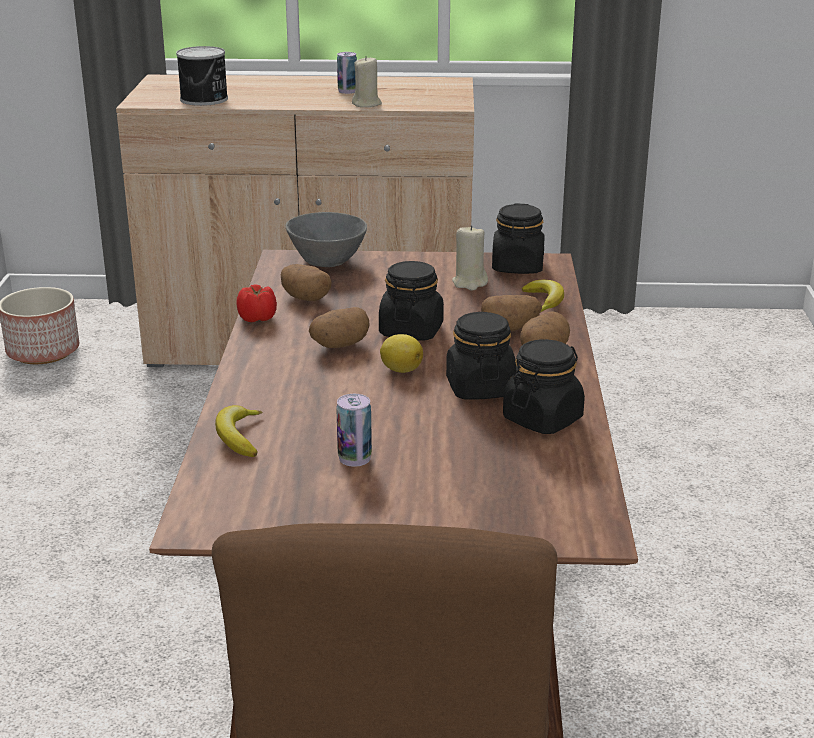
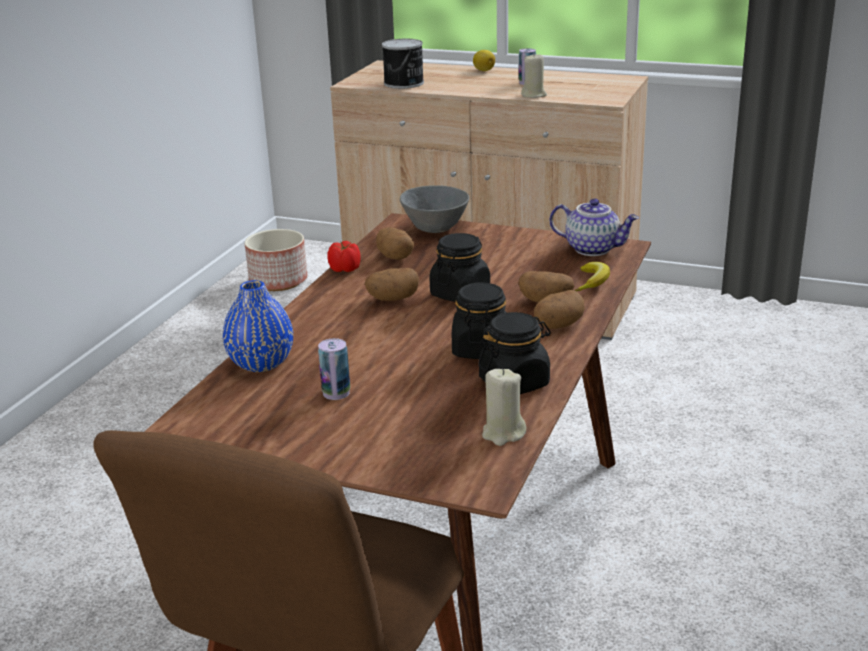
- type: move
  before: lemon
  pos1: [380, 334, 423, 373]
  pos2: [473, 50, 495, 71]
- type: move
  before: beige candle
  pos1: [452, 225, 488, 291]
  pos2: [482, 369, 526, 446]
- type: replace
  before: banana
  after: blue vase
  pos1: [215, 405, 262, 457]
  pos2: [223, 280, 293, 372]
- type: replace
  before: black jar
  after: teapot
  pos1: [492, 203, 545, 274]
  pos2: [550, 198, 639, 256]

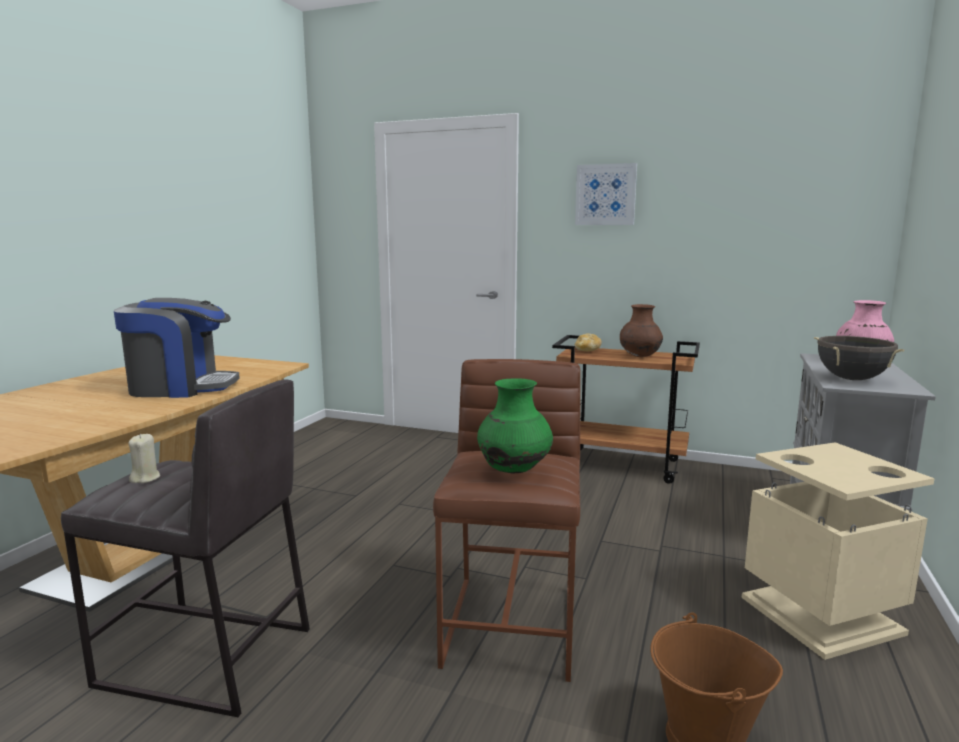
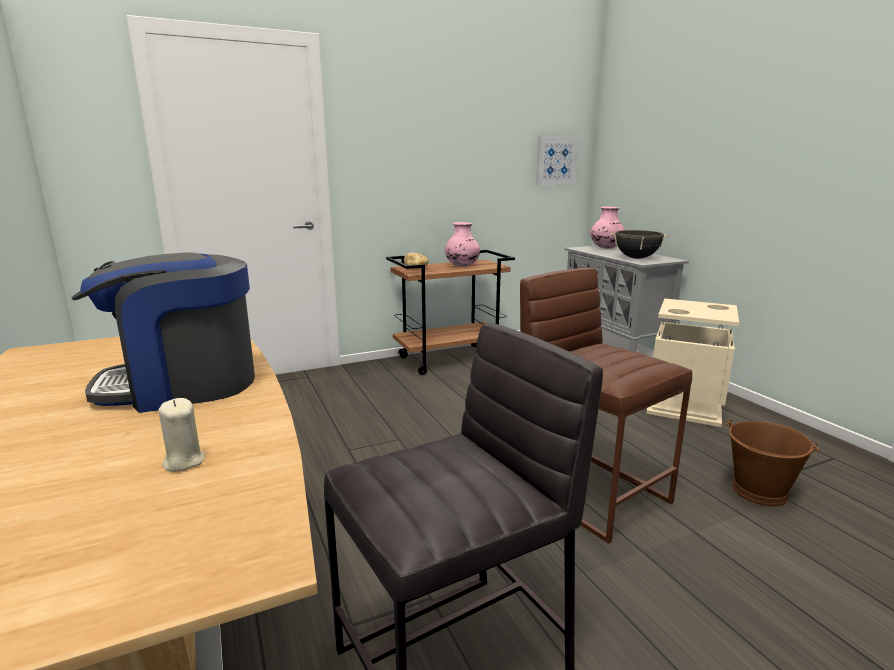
- type: delete
  before: green vase
  pos1: [477, 378, 553, 473]
- type: move
  before: beige candle
  pos1: [128, 434, 160, 483]
  pos2: [158, 398, 204, 472]
- type: move
  before: picture
  pos1: [575, 163, 637, 225]
  pos2: [536, 136, 579, 185]
- type: recolor
  before: brown vase
  after: pink vase
  pos1: [620, 304, 663, 357]
  pos2: [445, 222, 480, 267]
- type: rotate
  before: coffee machine
  pos1: [114, 298, 240, 398]
  pos2: [71, 252, 255, 413]
  turn: -150

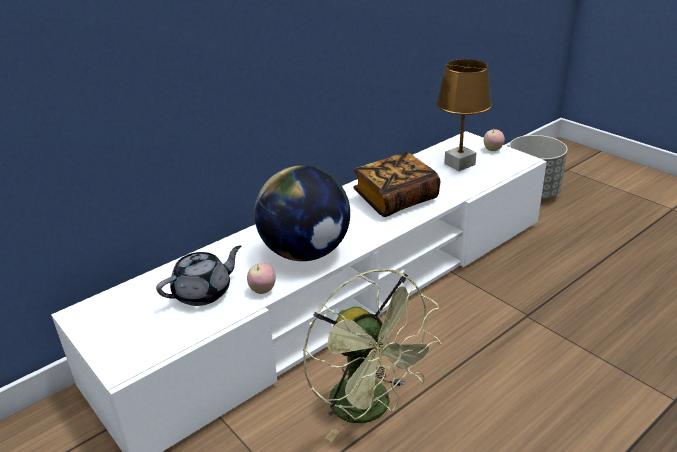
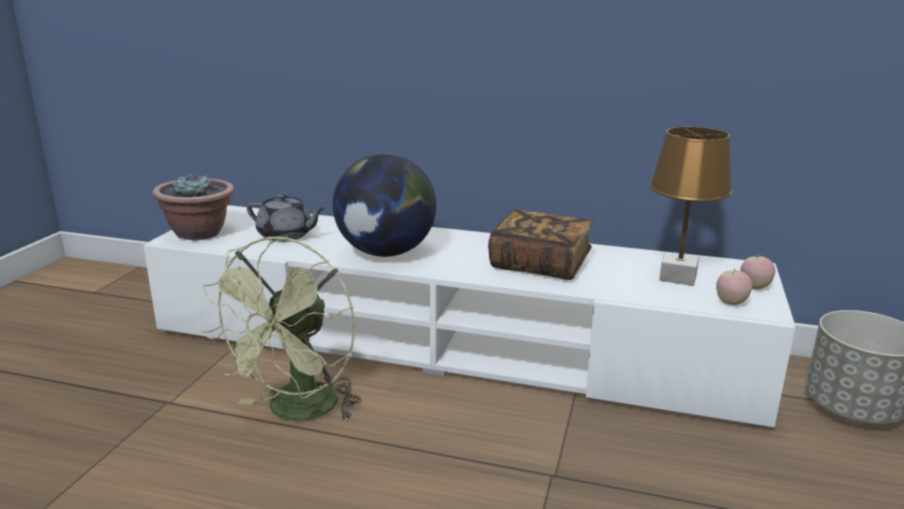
- type: insert
  after: potted plant
  pos2: [152, 172, 234, 241]
- type: move
  before: apple
  pos1: [247, 263, 276, 294]
  pos2: [716, 268, 753, 305]

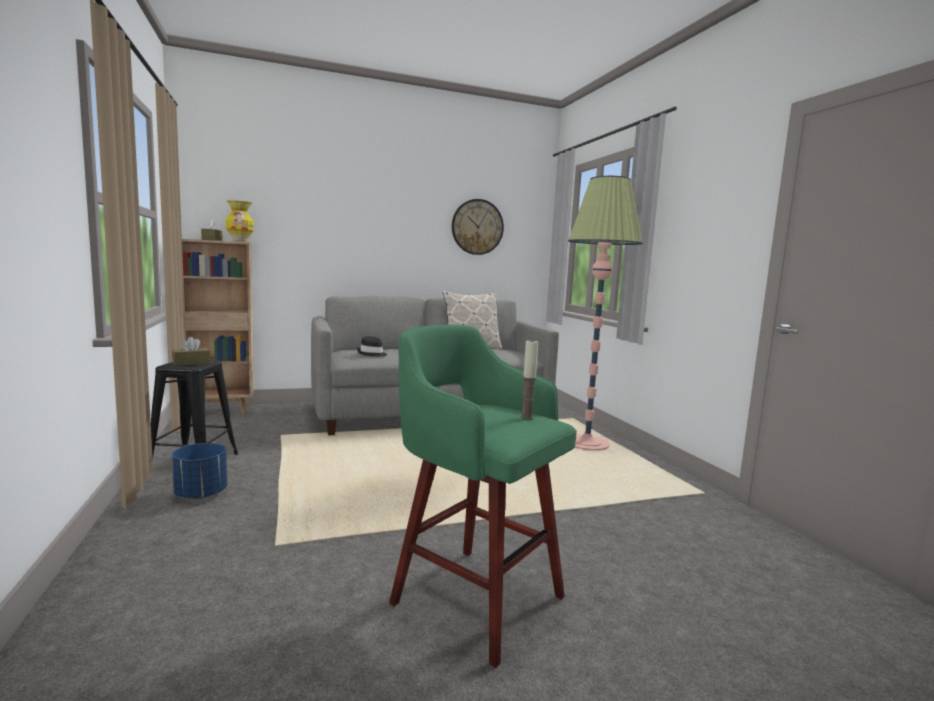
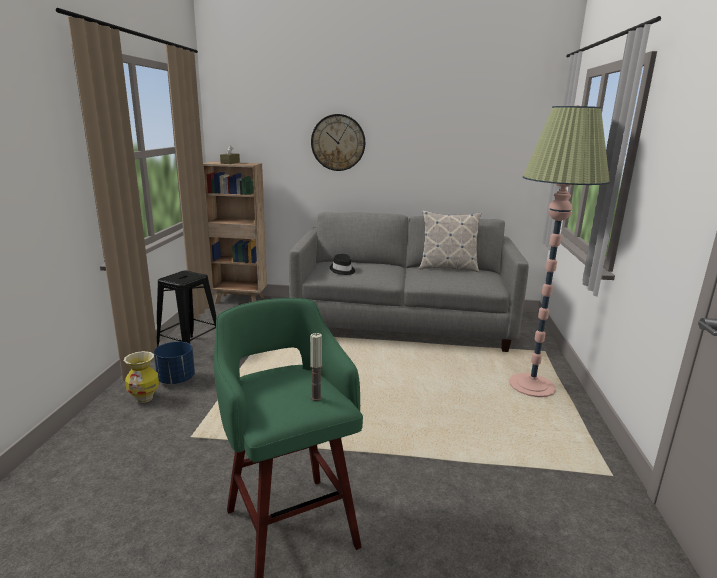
- type: delete
  before: brown tissue box
  pos1: [172, 337, 210, 366]
- type: move
  before: vase
  pos1: [226, 200, 254, 242]
  pos2: [124, 351, 159, 403]
- type: move
  before: wall clock
  pos1: [452, 199, 504, 255]
  pos2: [311, 114, 365, 171]

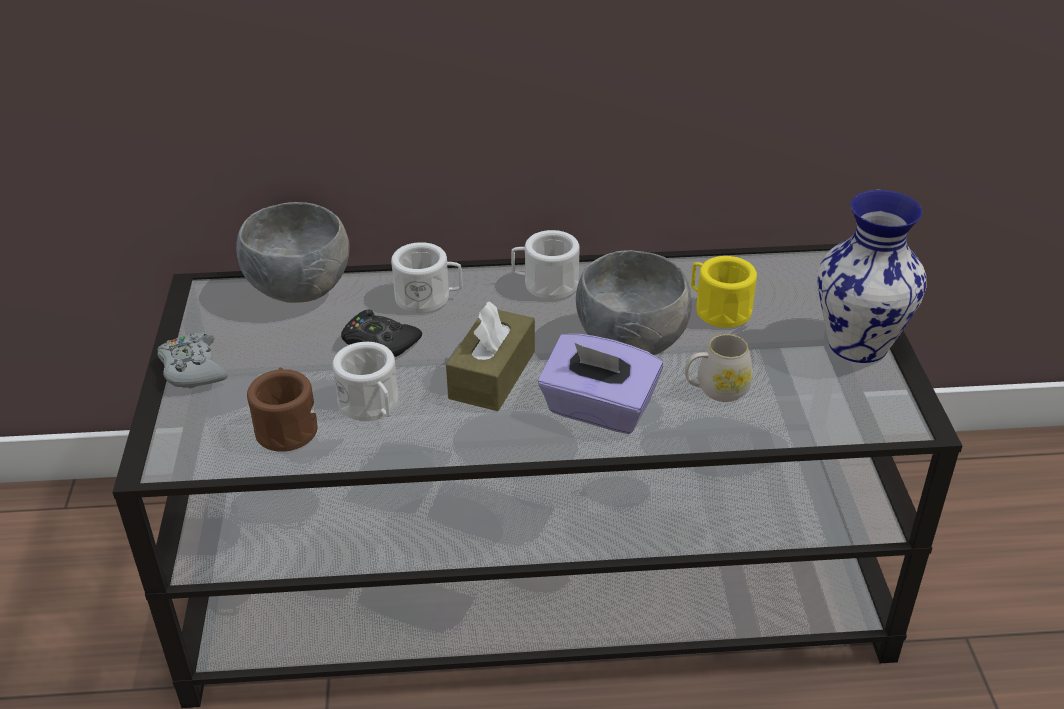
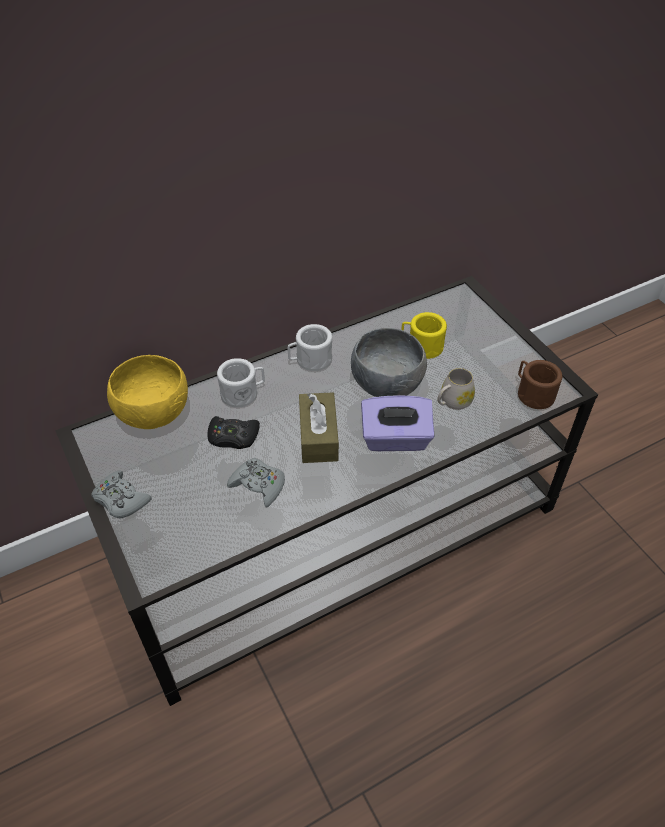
- type: delete
  before: vase
  pos1: [817, 190, 927, 363]
- type: move
  before: brown mug
  pos1: [247, 367, 318, 452]
  pos2: [518, 360, 562, 409]
- type: replace
  before: white mug
  after: grey game controller
  pos1: [332, 342, 398, 421]
  pos2: [227, 458, 285, 508]
- type: recolor
  before: grey bowl
  after: yellow bowl
  pos1: [236, 202, 350, 303]
  pos2: [107, 355, 188, 429]

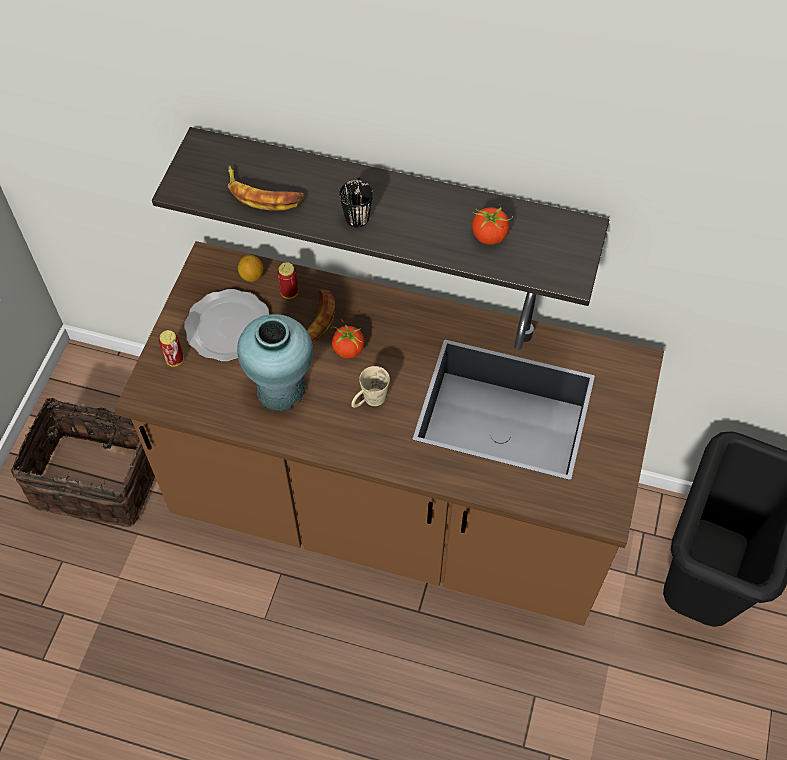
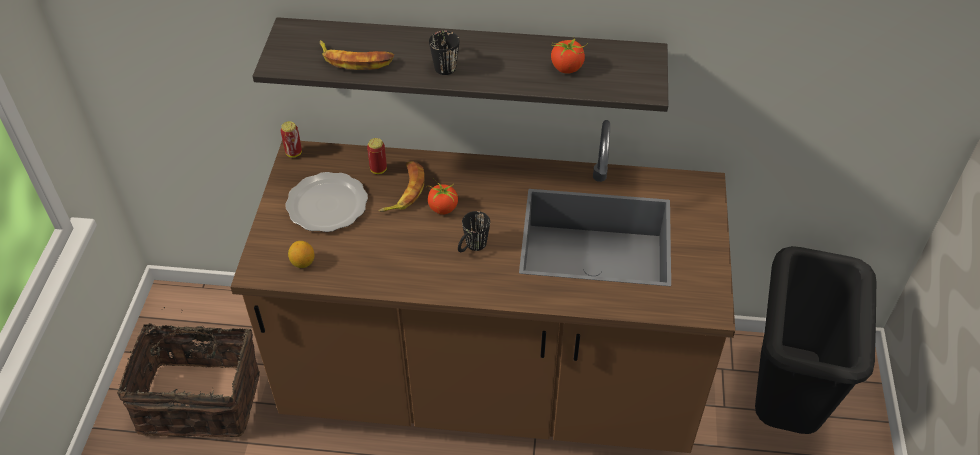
- type: delete
  before: turquoise vase
  pos1: [237, 314, 313, 411]
- type: move
  before: can
  pos1: [159, 330, 184, 367]
  pos2: [281, 121, 302, 157]
- type: move
  before: lemon
  pos1: [238, 255, 263, 282]
  pos2: [288, 241, 314, 268]
- type: recolor
  before: beige mug
  after: black mug
  pos1: [351, 366, 390, 408]
  pos2: [458, 211, 490, 252]

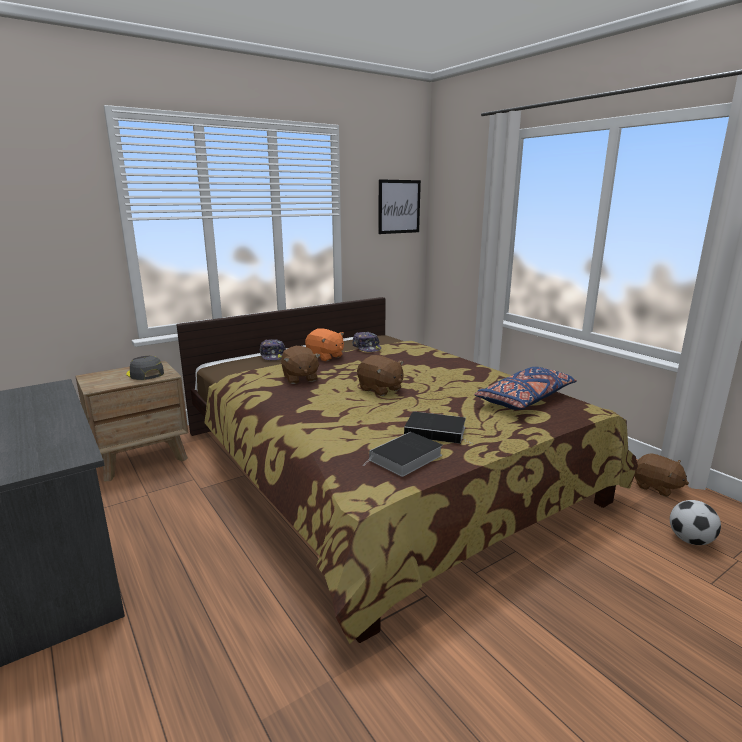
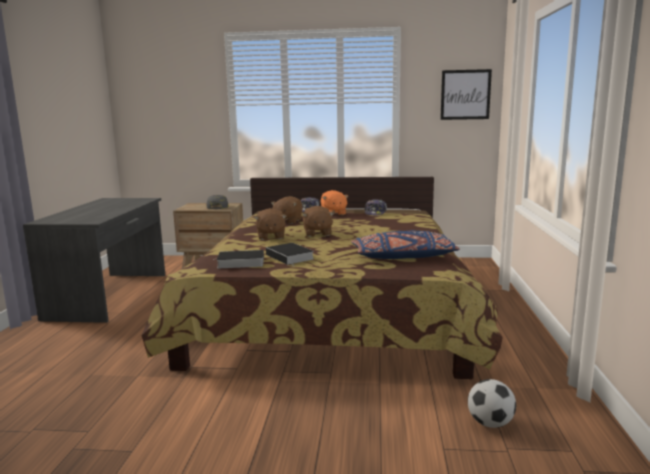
- type: move
  before: brown plush toy
  pos1: [635, 454, 689, 497]
  pos2: [254, 208, 287, 240]

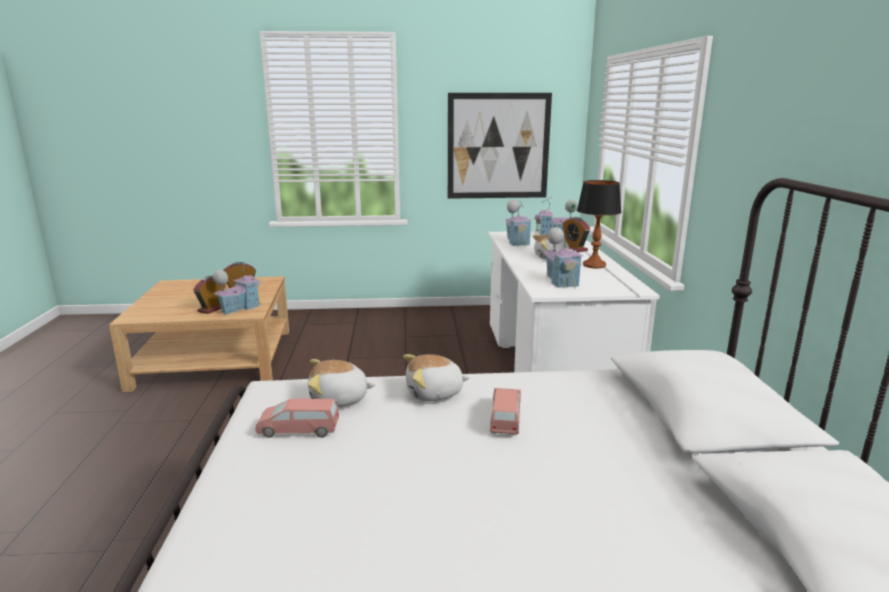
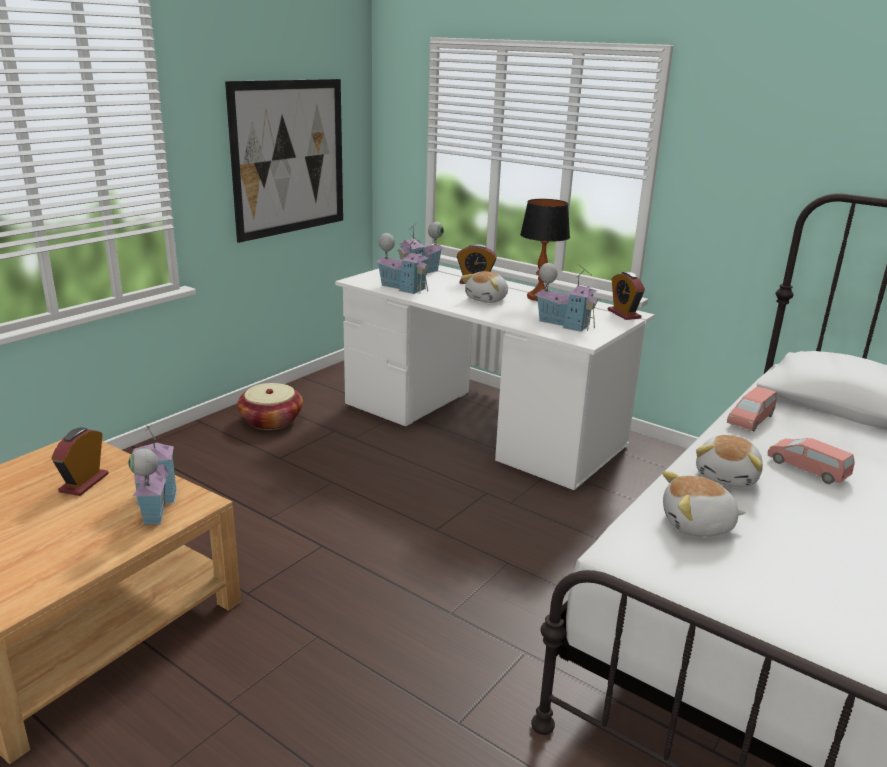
- type: insert
  after: basket
  pos2: [237, 383, 303, 430]
- type: move
  before: alarm clock
  pos1: [193, 276, 226, 314]
  pos2: [608, 272, 645, 320]
- type: move
  before: pink toy car
  pos1: [255, 398, 339, 438]
  pos2: [727, 386, 777, 431]
- type: rotate
  before: plush toy
  pos1: [308, 359, 376, 407]
  pos2: [662, 471, 746, 536]
  turn: 60

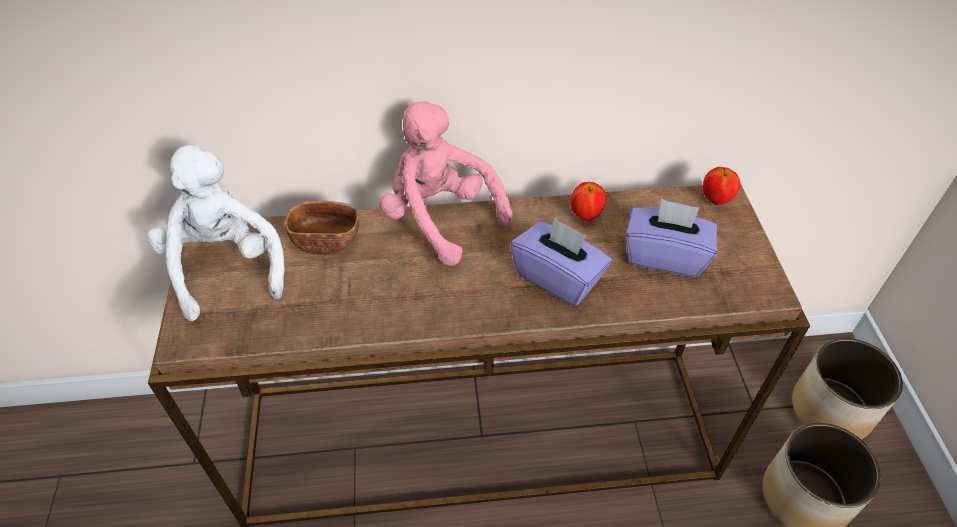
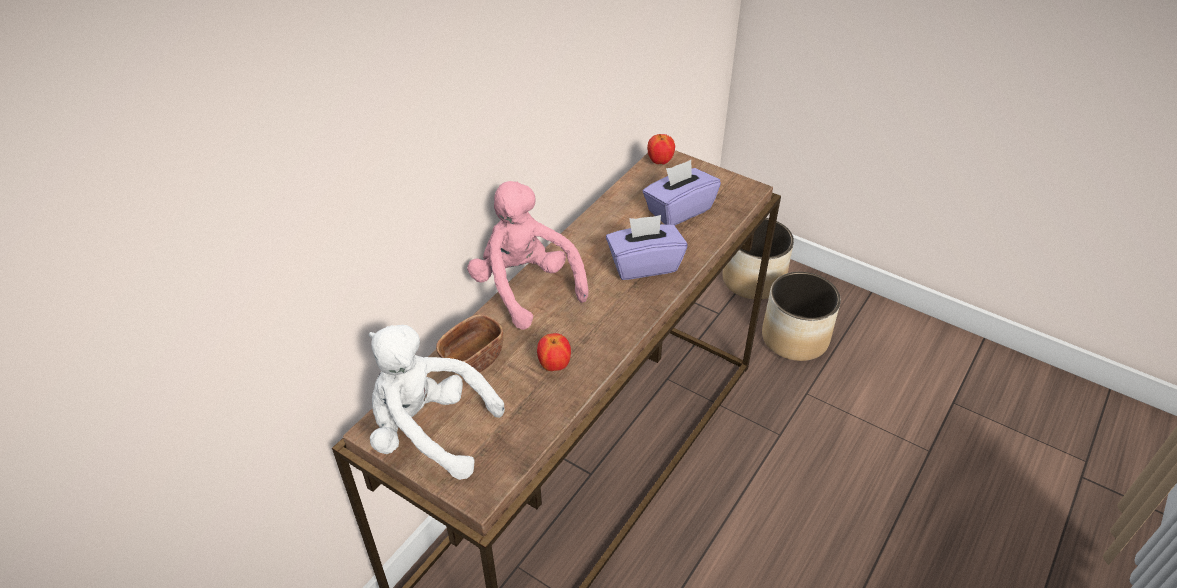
- type: move
  before: apple
  pos1: [570, 182, 606, 221]
  pos2: [537, 333, 571, 371]
- type: rotate
  before: pink plush toy
  pos1: [379, 101, 513, 266]
  pos2: [467, 181, 588, 330]
  turn: 60

